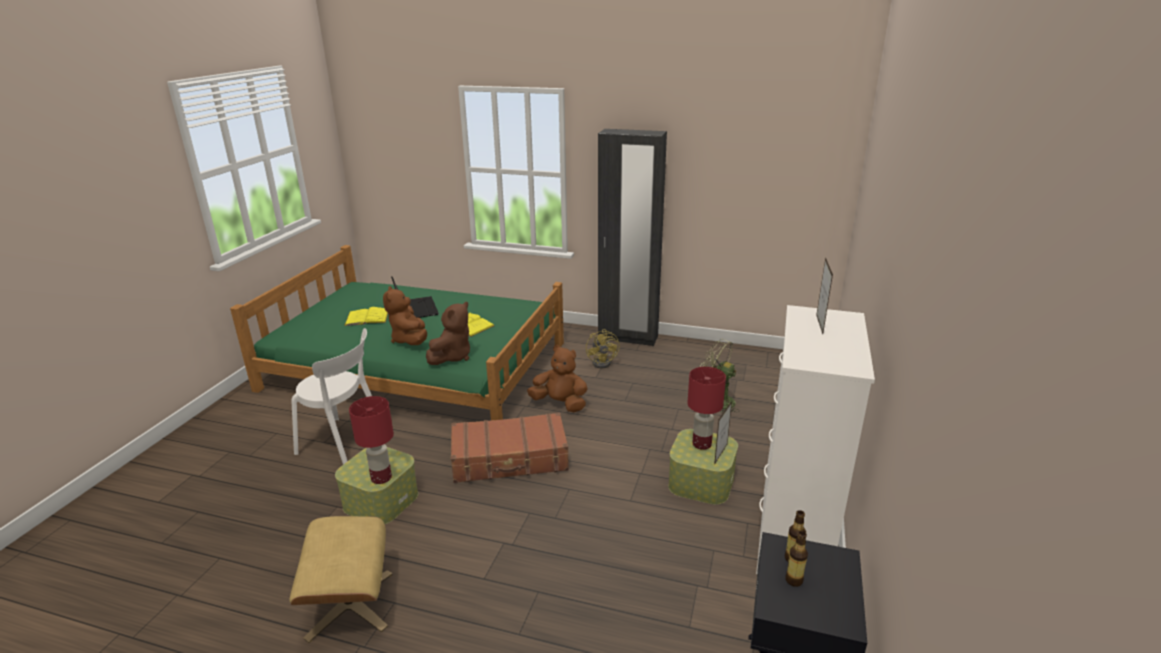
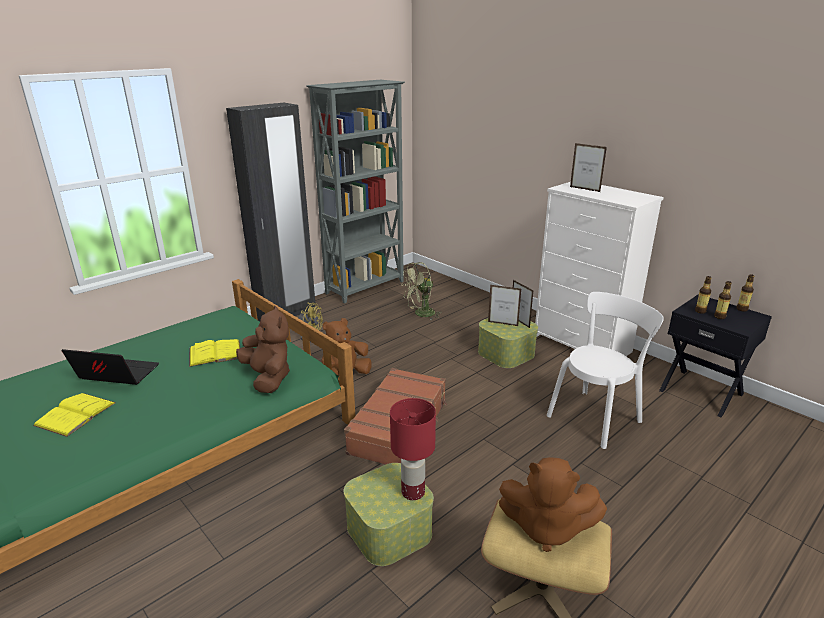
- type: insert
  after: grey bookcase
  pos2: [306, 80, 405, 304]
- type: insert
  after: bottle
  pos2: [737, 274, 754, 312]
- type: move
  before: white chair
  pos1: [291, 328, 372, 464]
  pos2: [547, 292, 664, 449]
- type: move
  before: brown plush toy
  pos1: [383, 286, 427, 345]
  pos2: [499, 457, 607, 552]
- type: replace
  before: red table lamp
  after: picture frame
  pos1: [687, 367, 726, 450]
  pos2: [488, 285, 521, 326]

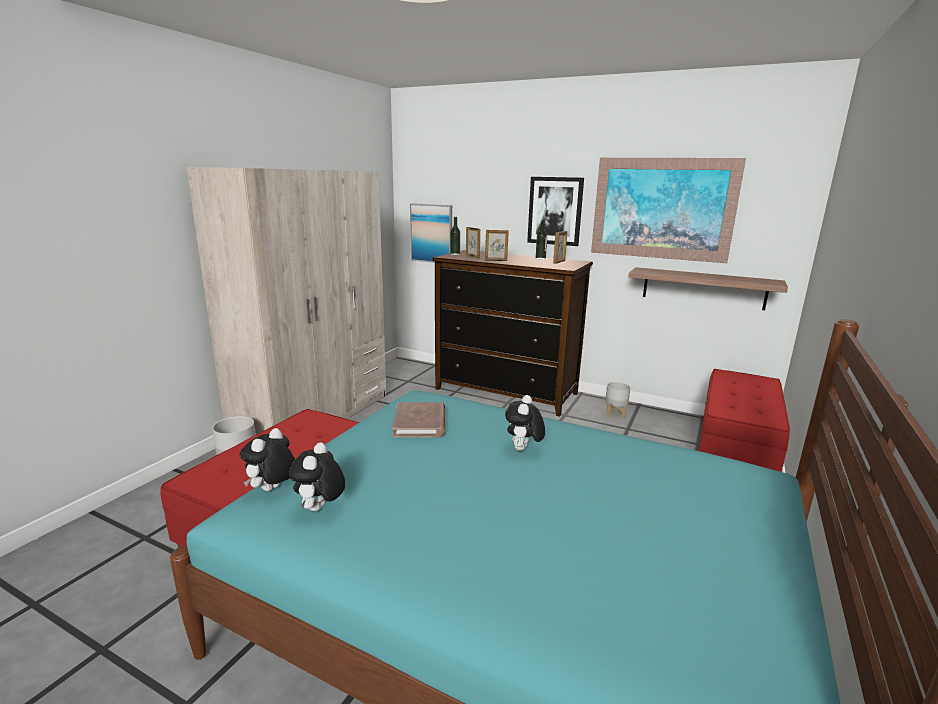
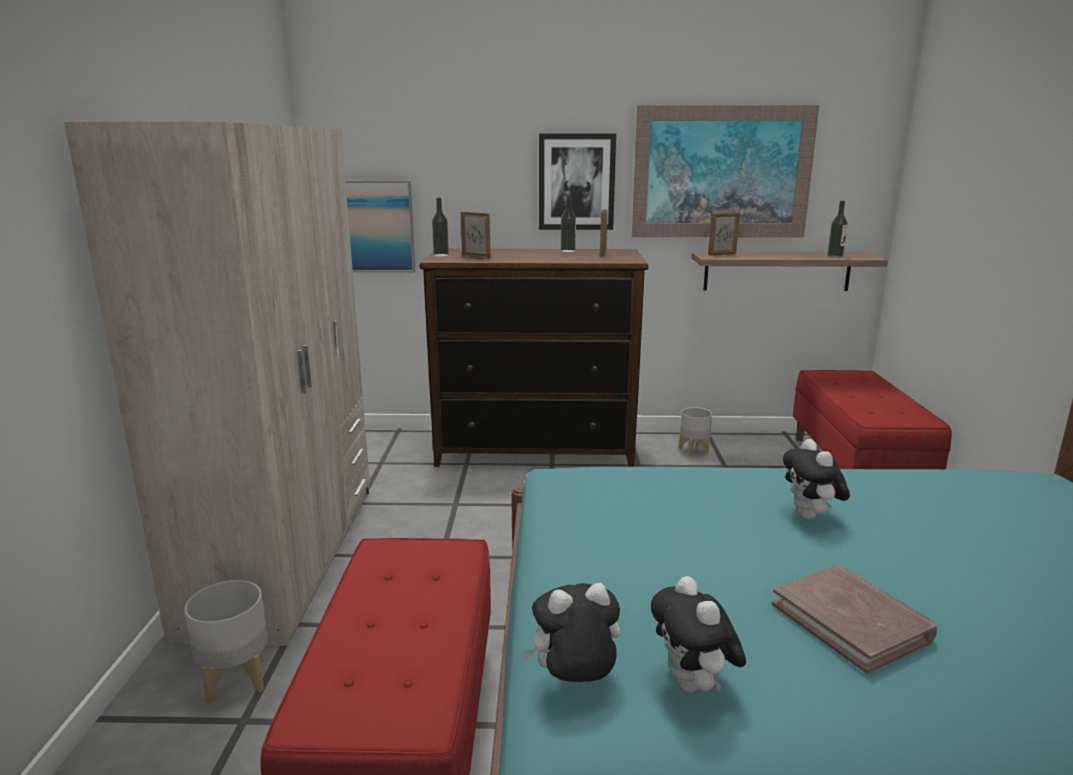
- type: insert
  after: bottle
  pos2: [827, 201, 848, 258]
- type: move
  before: brown book
  pos1: [392, 402, 445, 437]
  pos2: [772, 565, 937, 674]
- type: move
  before: picture frame
  pos1: [485, 230, 509, 261]
  pos2: [708, 212, 740, 255]
- type: rotate
  before: plush toy
  pos1: [240, 428, 295, 491]
  pos2: [522, 583, 621, 682]
  turn: 75

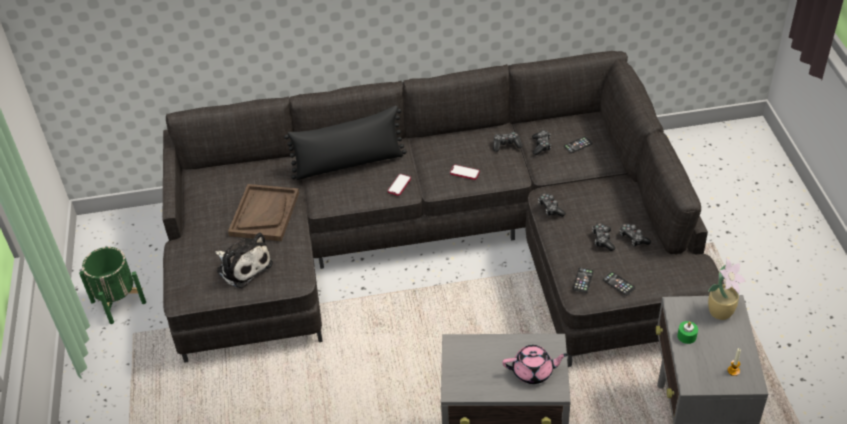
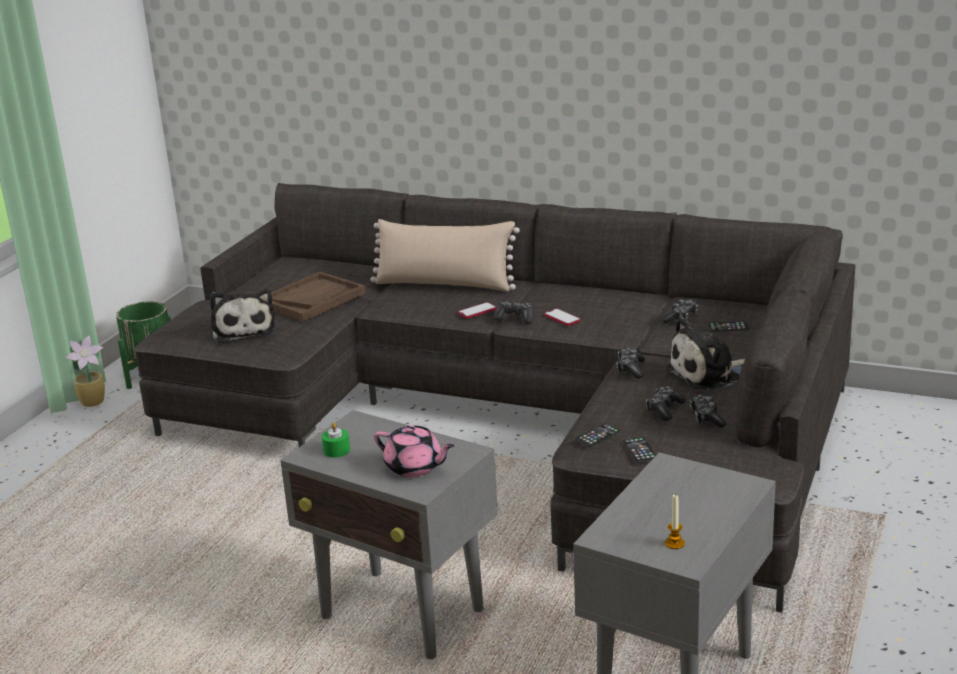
- type: insert
  after: plush toy
  pos2: [666, 317, 745, 391]
- type: move
  before: game controller
  pos1: [493, 132, 523, 152]
  pos2: [493, 301, 533, 324]
- type: move
  before: green candle
  pos1: [677, 321, 698, 344]
  pos2: [322, 422, 350, 457]
- type: move
  before: potted plant
  pos1: [708, 258, 746, 320]
  pos2: [65, 336, 105, 407]
- type: recolor
  before: black pillow
  after: beige pillow
  pos1: [284, 106, 407, 180]
  pos2: [370, 219, 520, 292]

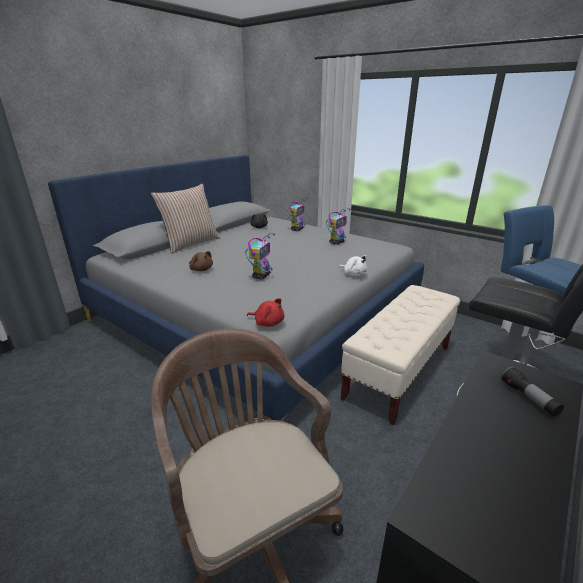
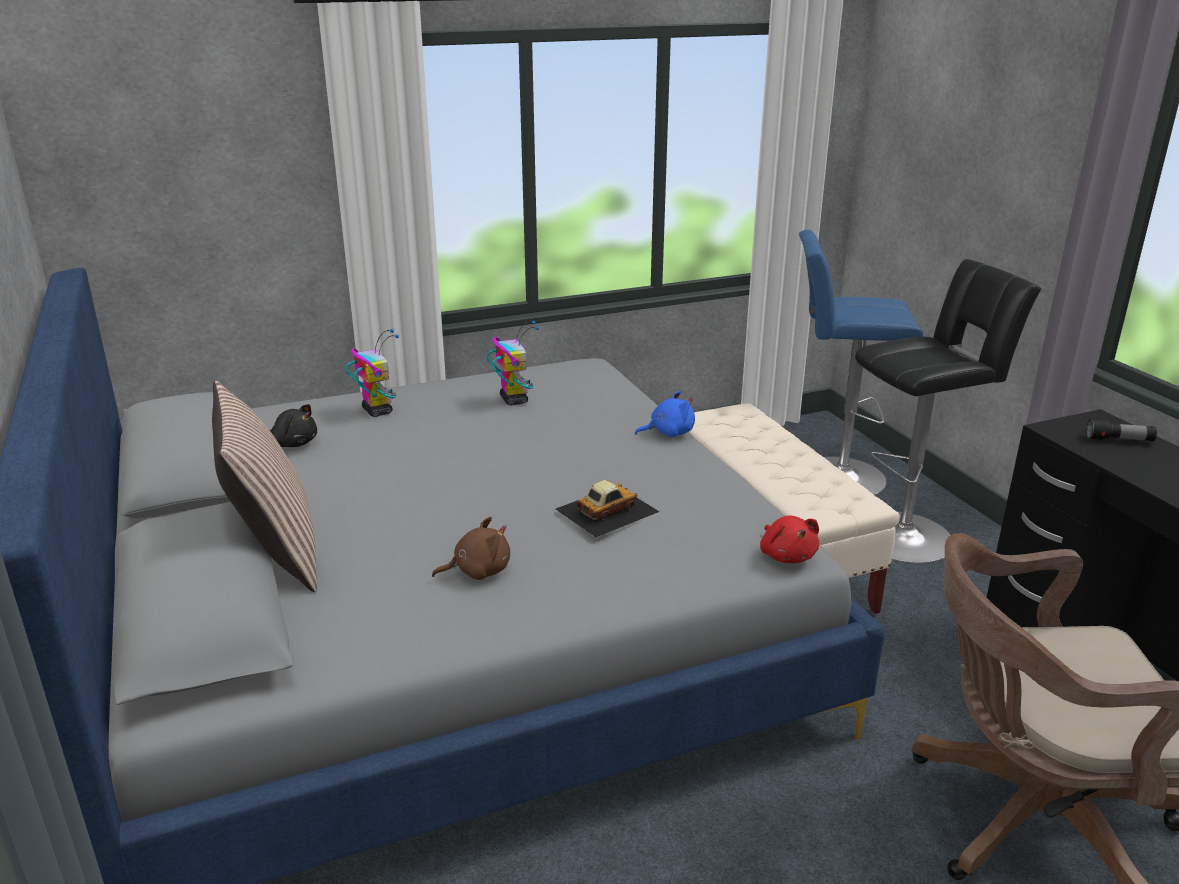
- type: replace
  before: toy robot
  after: toy car
  pos1: [245, 233, 275, 279]
  pos2: [556, 480, 659, 537]
- type: recolor
  before: white plush toy
  after: blue plush toy
  pos1: [339, 255, 367, 276]
  pos2: [635, 391, 695, 437]
- type: rotate
  before: red plush toy
  pos1: [247, 298, 284, 327]
  pos2: [760, 516, 819, 563]
  turn: 105

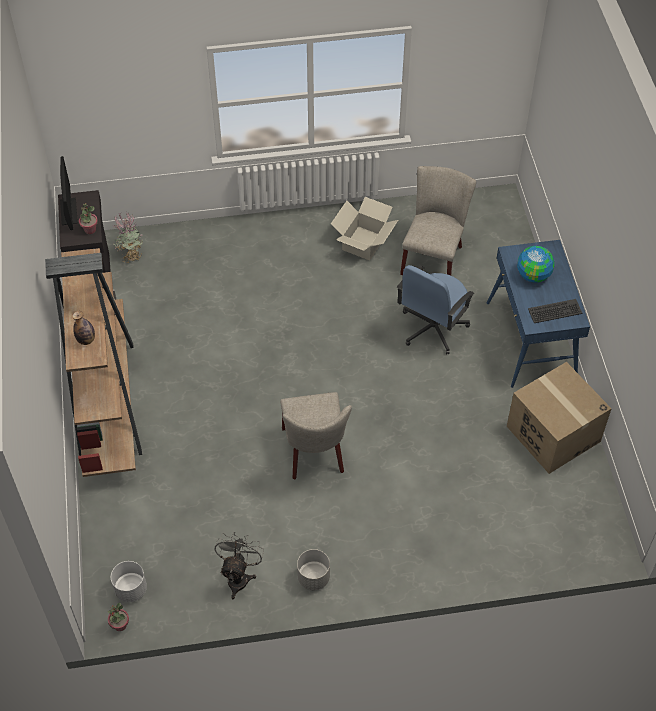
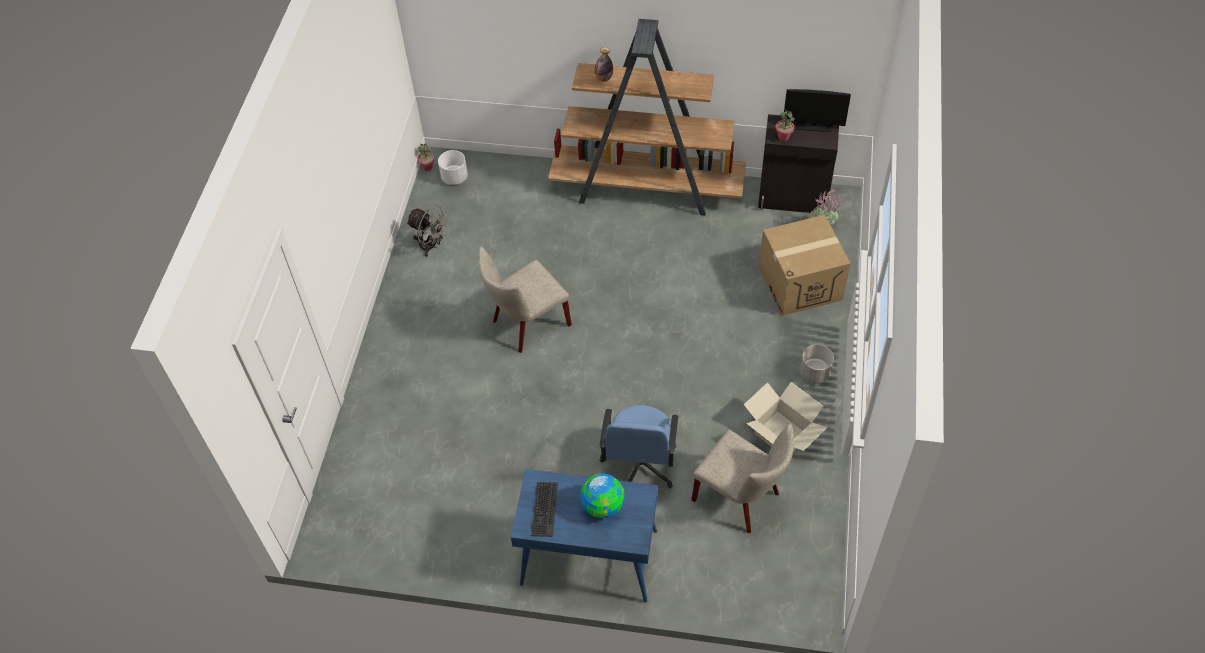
- type: move
  before: grey planter
  pos1: [297, 549, 330, 590]
  pos2: [800, 344, 834, 384]
- type: move
  before: cardboard box
  pos1: [507, 362, 612, 474]
  pos2: [759, 215, 851, 316]
- type: rotate
  before: beige chair
  pos1: [280, 392, 352, 479]
  pos2: [478, 246, 572, 353]
  turn: -45
- type: rotate
  before: blue office chair
  pos1: [397, 265, 475, 354]
  pos2: [599, 405, 679, 488]
  turn: -135

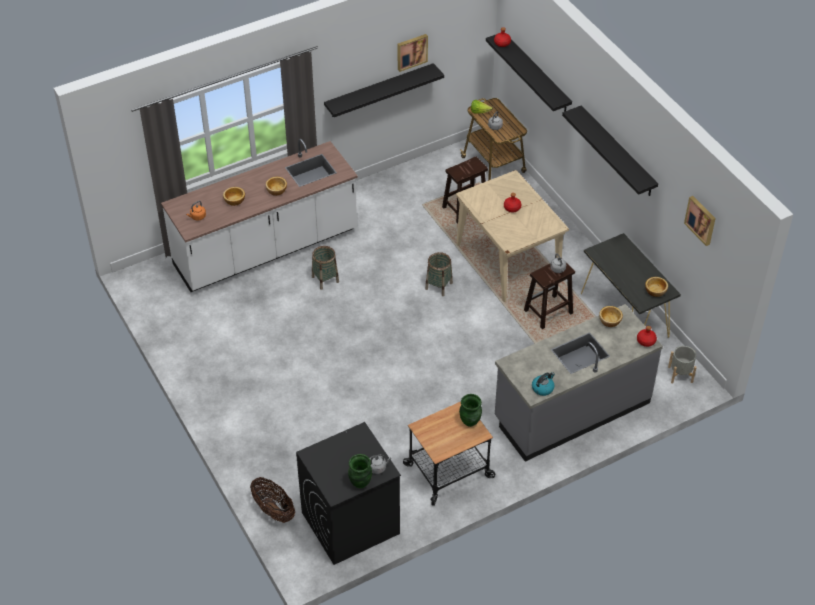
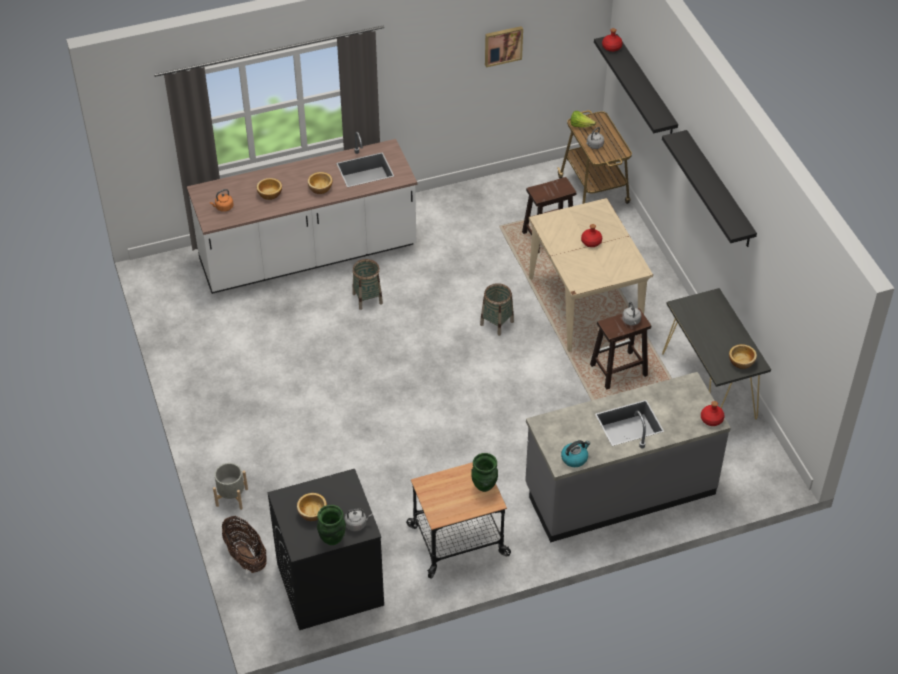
- type: delete
  before: black shelf
  pos1: [324, 63, 444, 117]
- type: delete
  before: picture
  pos1: [684, 196, 716, 246]
- type: move
  before: bowl
  pos1: [599, 306, 623, 327]
  pos2: [297, 493, 327, 521]
- type: move
  before: grey planter
  pos1: [668, 346, 697, 383]
  pos2: [213, 463, 248, 510]

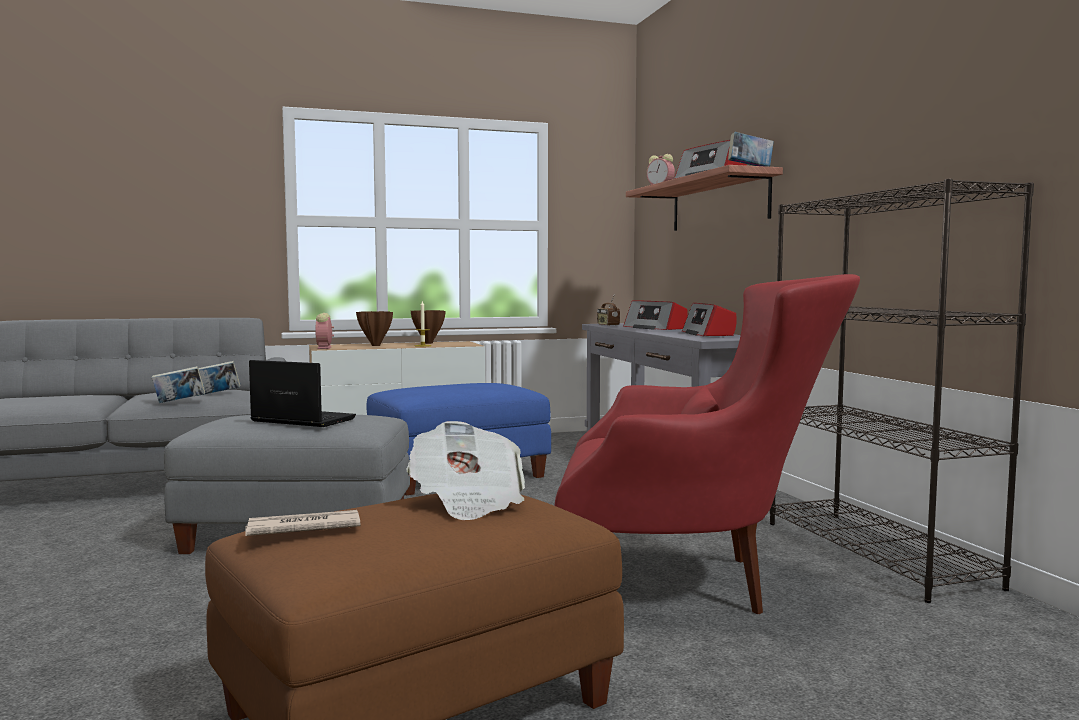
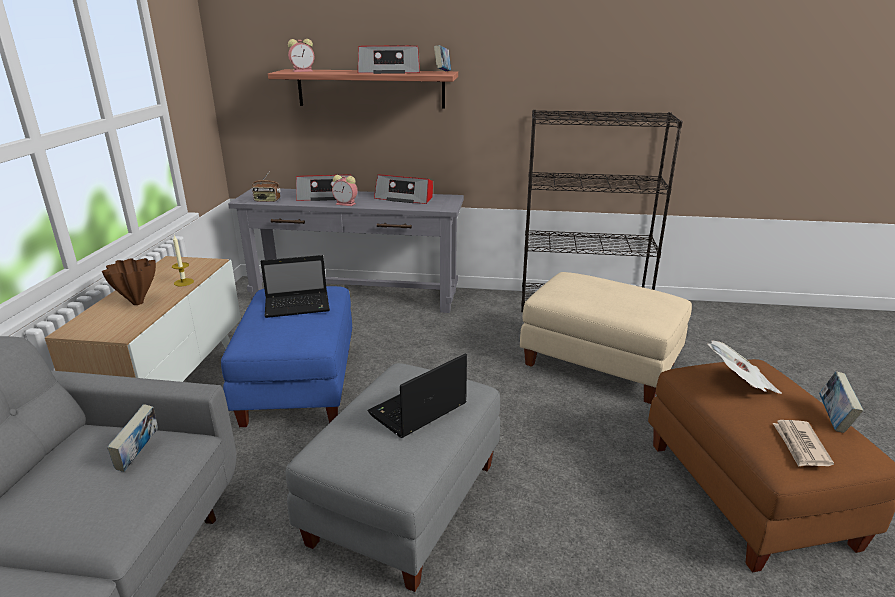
- type: delete
  before: brown vase
  pos1: [411, 310, 446, 344]
- type: insert
  after: laptop
  pos2: [260, 255, 330, 318]
- type: move
  before: book
  pos1: [152, 366, 205, 403]
  pos2: [819, 372, 863, 433]
- type: move
  before: alarm clock
  pos1: [315, 313, 334, 349]
  pos2: [332, 175, 357, 206]
- type: replace
  before: red armchair
  after: beige ottoman
  pos1: [554, 274, 860, 614]
  pos2: [520, 272, 692, 404]

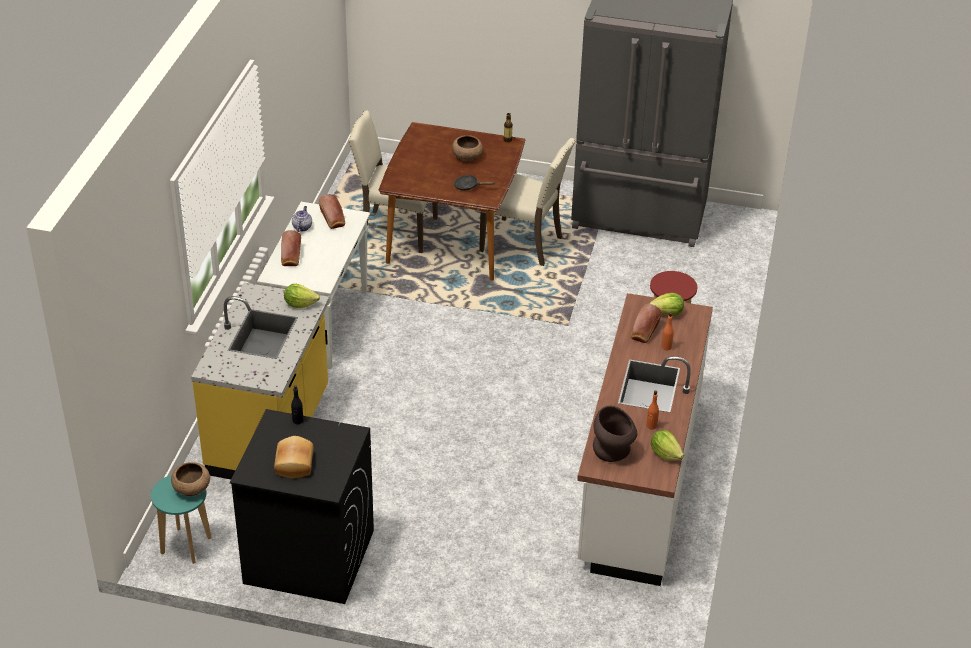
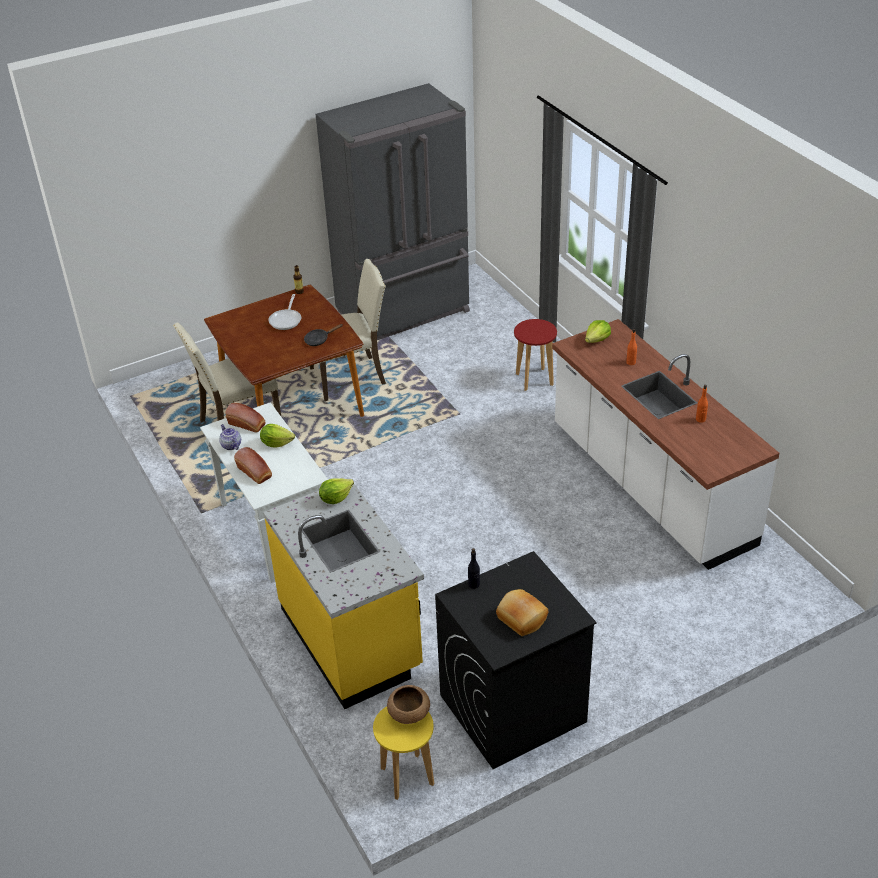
- type: delete
  before: brown vase
  pos1: [593, 406, 637, 462]
- type: delete
  before: bread
  pos1: [631, 304, 662, 343]
- type: move
  before: lettuce
  pos1: [651, 430, 684, 460]
  pos2: [260, 424, 295, 448]
- type: replace
  before: brown bowl
  after: frying pan
  pos1: [452, 135, 483, 162]
  pos2: [268, 294, 301, 330]
- type: recolor
  before: turquoise stool
  after: yellow stool
  pos1: [151, 475, 212, 564]
  pos2: [373, 706, 435, 800]

